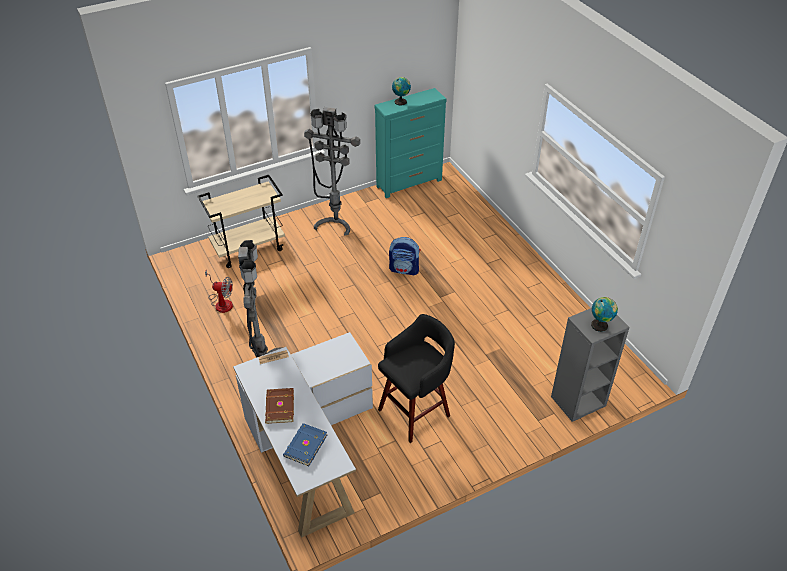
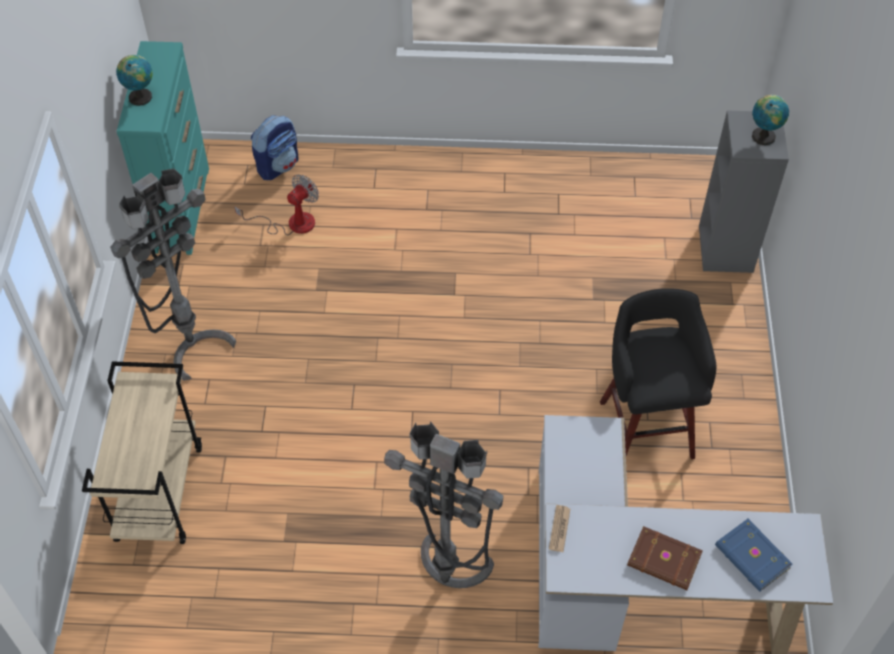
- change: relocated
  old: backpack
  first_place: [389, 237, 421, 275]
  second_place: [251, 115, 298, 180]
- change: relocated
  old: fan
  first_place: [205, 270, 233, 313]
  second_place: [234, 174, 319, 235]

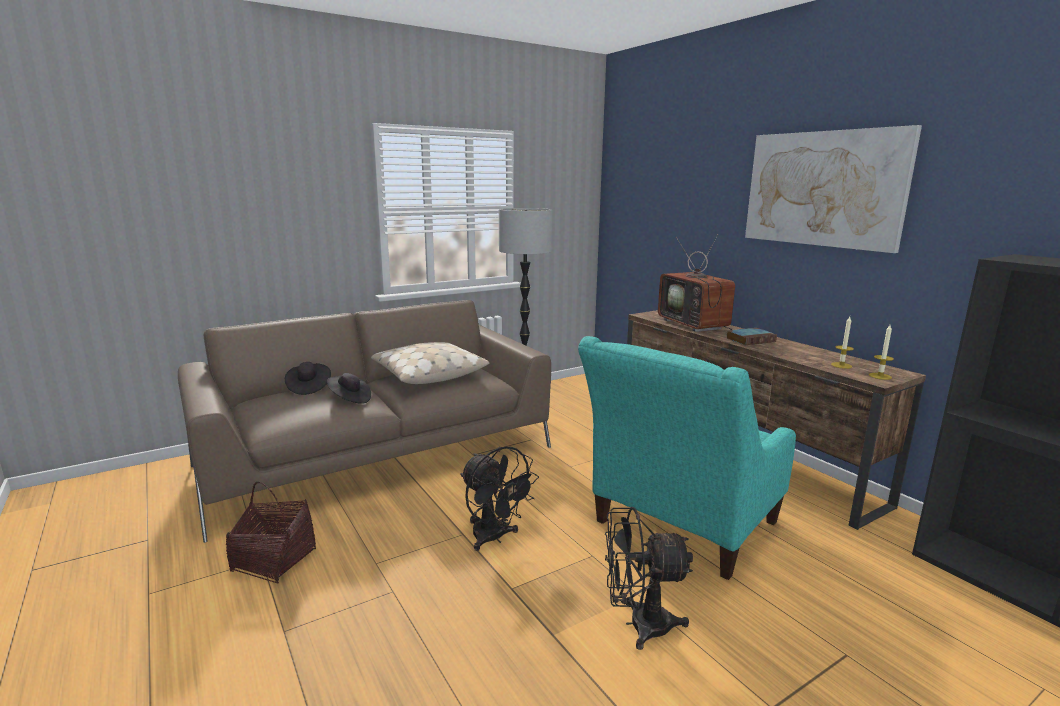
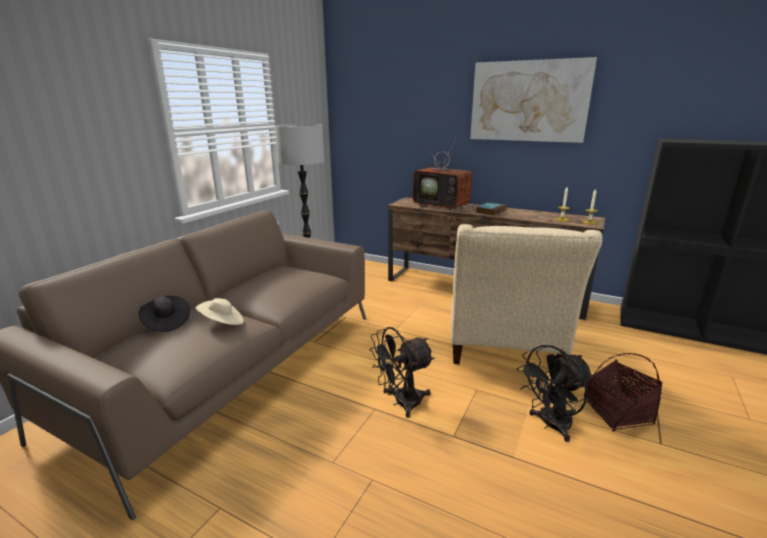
- change: colour
  old: armchair in turquoise
  new: armchair in beige
  first_place: [578, 336, 796, 580]
  second_place: [451, 224, 602, 364]
- change: missing
  old: pillow in beige
  first_place: [371, 342, 489, 384]
- change: colour
  old: hat in black
  new: hat in beige
  first_place: [327, 373, 371, 404]
  second_place: [196, 298, 244, 325]
- change: spun
  old: fan in black
  first_place: [460, 447, 539, 551]
  second_place: [369, 327, 434, 418]
  degrees: 135
- change: relocated
  old: basket
  first_place: [226, 482, 316, 584]
  second_place: [584, 353, 662, 432]

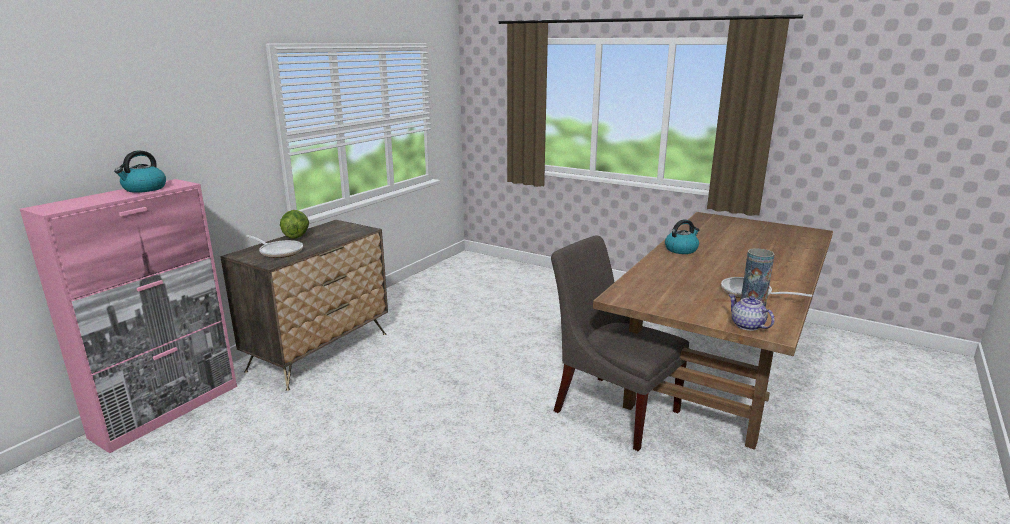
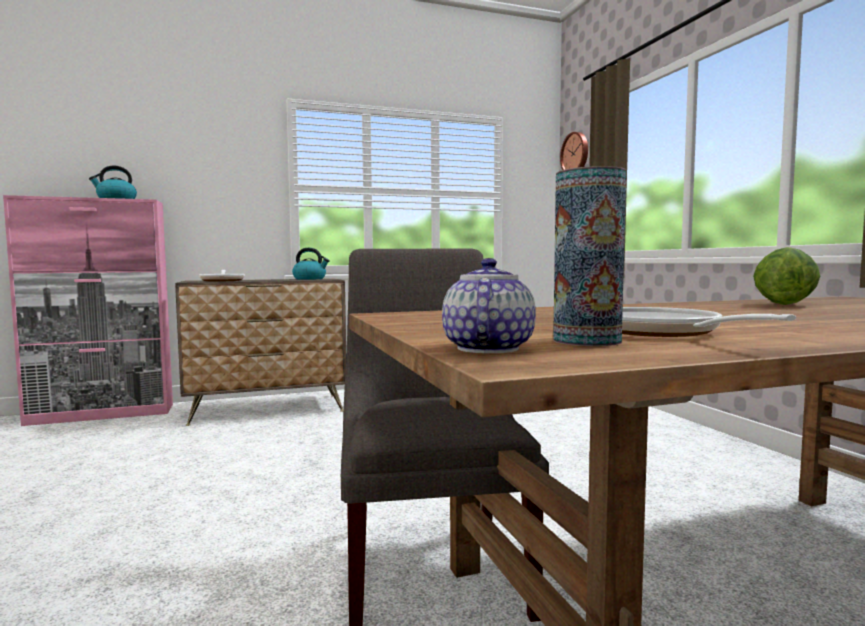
- change: relocated
  old: lettuce
  first_place: [280, 210, 309, 239]
  second_place: [753, 247, 820, 305]
- change: relocated
  old: kettle
  first_place: [665, 219, 700, 254]
  second_place: [292, 248, 330, 280]
- change: appeared
  new: wall clock
  second_place: [560, 132, 588, 170]

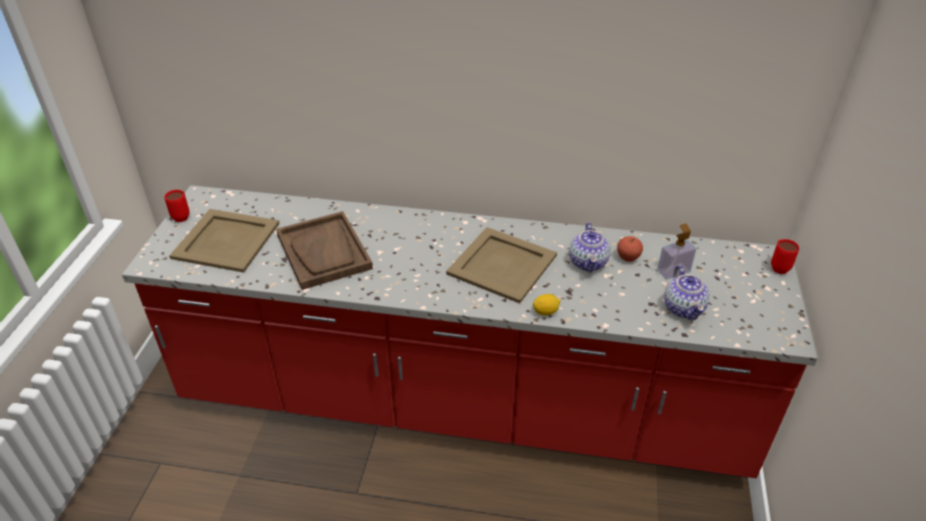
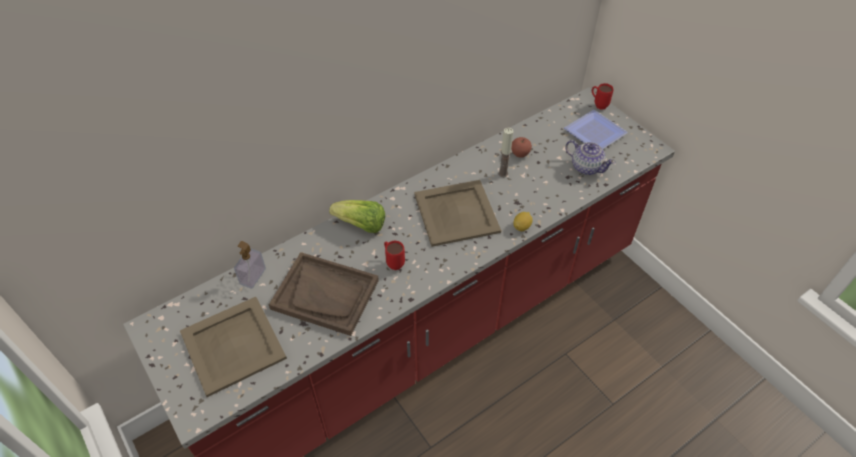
- change: relocated
  old: mug in red
  first_place: [165, 190, 190, 222]
  second_place: [384, 241, 405, 270]
- change: exchanged
  old: teapot
  new: candle
  first_place: [569, 222, 610, 273]
  second_place: [498, 128, 514, 177]
- change: relocated
  old: soap dispenser
  first_place: [657, 223, 696, 279]
  second_place: [234, 241, 266, 289]
- change: appeared
  new: plate
  second_place: [564, 110, 628, 149]
- change: appeared
  new: lettuce
  second_place: [329, 200, 385, 233]

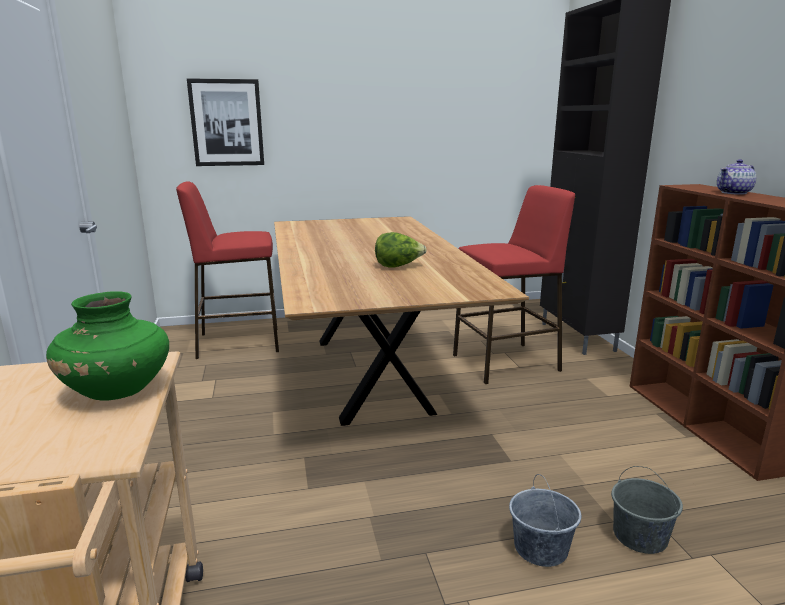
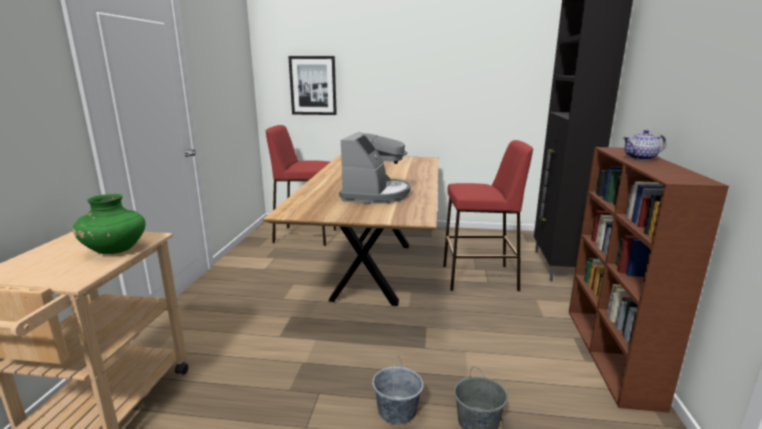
- change: exchanged
  old: lettuce
  new: coffee machine
  first_place: [375, 232, 427, 268]
  second_place: [339, 132, 410, 204]

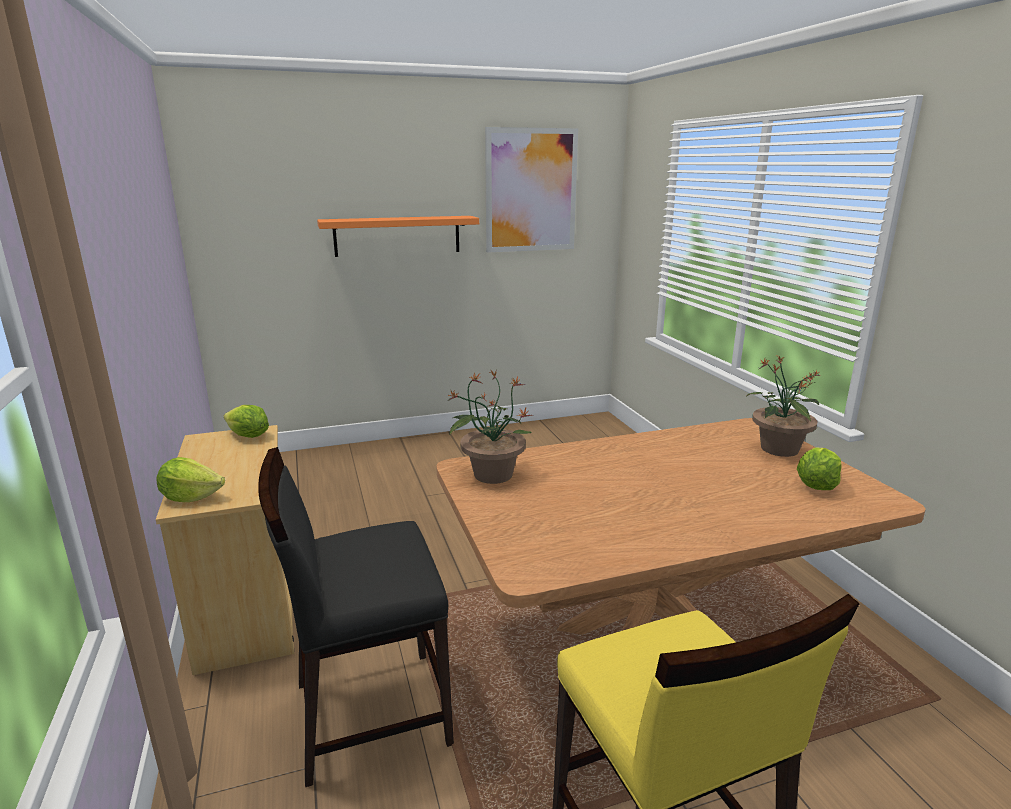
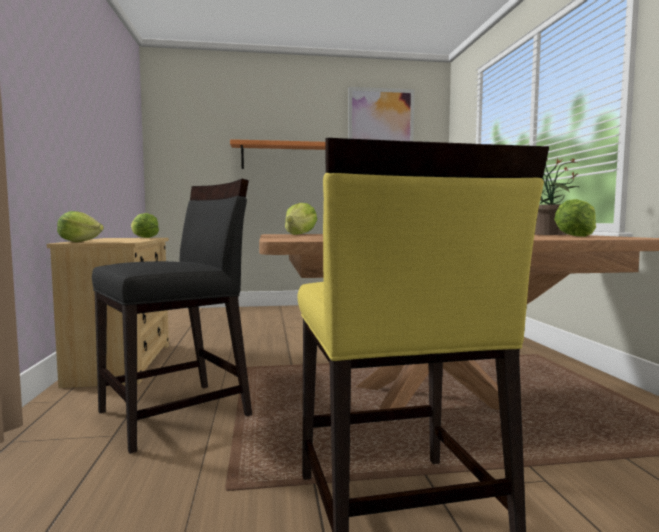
- change: exchanged
  old: potted plant
  new: lettuce
  first_place: [448, 371, 532, 484]
  second_place: [285, 203, 317, 235]
- change: spun
  old: chair in black
  first_place: [258, 447, 454, 787]
  second_place: [92, 179, 252, 454]
  degrees: 150

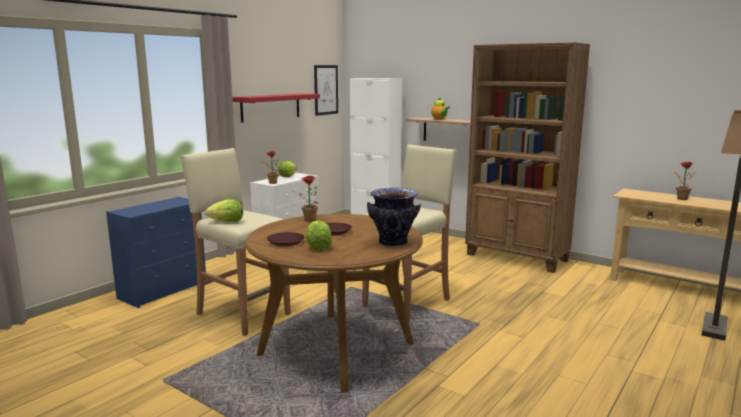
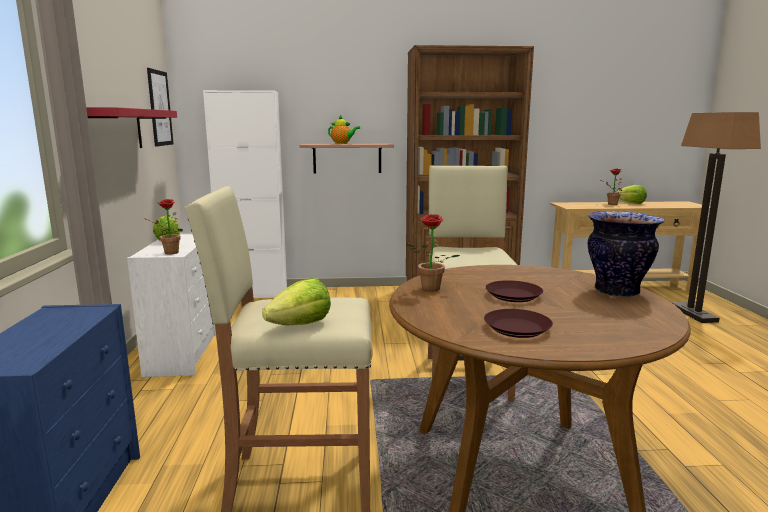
- change: relocated
  old: lettuce
  first_place: [305, 220, 332, 250]
  second_place: [615, 185, 647, 204]

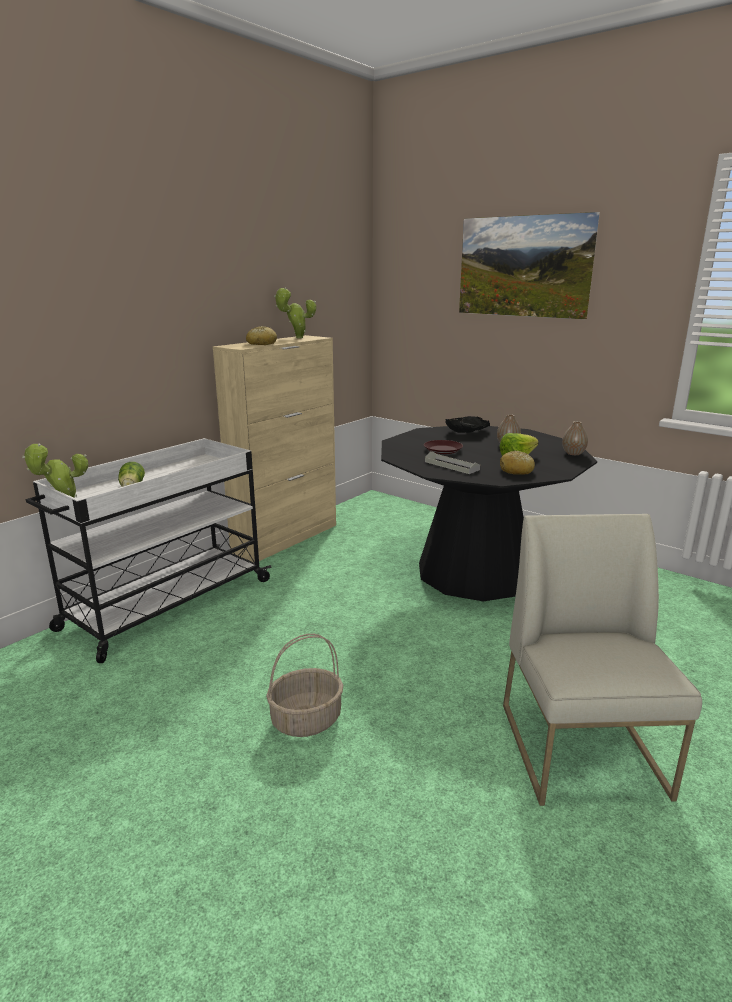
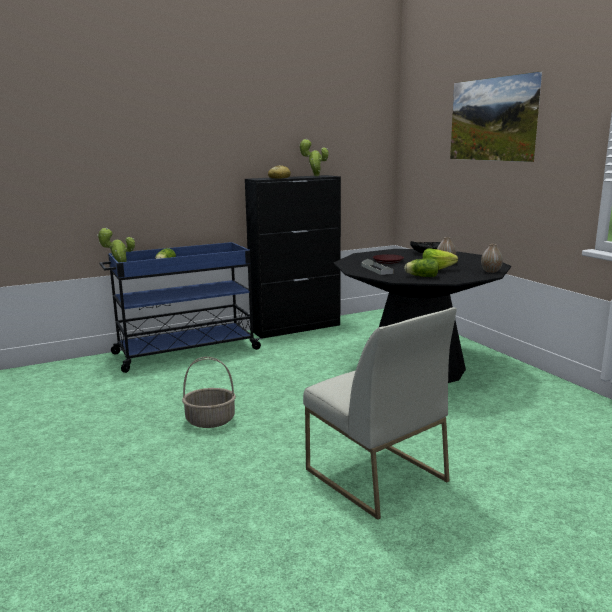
- change: colour
  old: cabinet in beige
  new: cabinet in black
  first_place: [213, 335, 336, 562]
  second_place: [245, 175, 341, 338]
- change: colour
  old: cart in white
  new: cart in blue
  first_place: [25, 438, 271, 663]
  second_place: [99, 242, 262, 373]
- change: exchanged
  old: bread
  new: lettuce
  first_place: [500, 450, 535, 475]
  second_place: [404, 258, 439, 277]
- change: spun
  old: chair in white
  first_place: [503, 514, 702, 806]
  second_place: [303, 307, 457, 520]
  degrees: 120

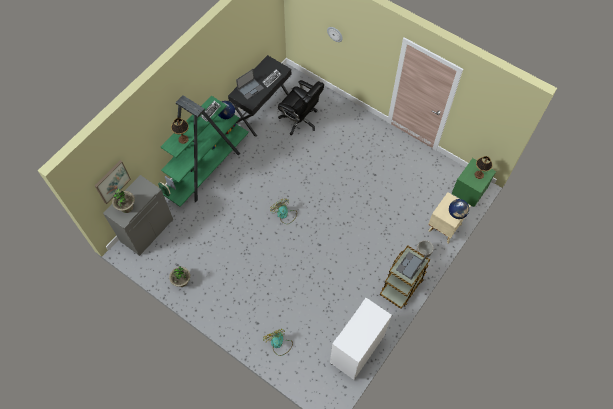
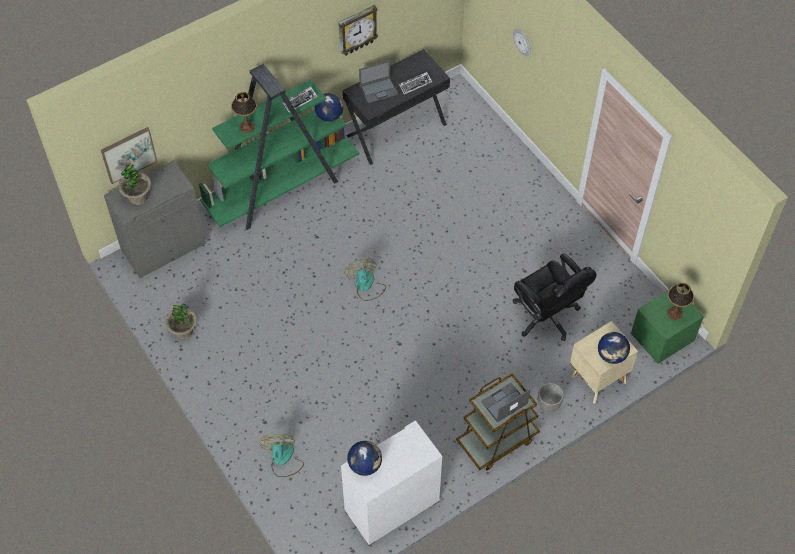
- change: relocated
  old: office chair in black
  first_place: [278, 80, 324, 135]
  second_place: [513, 253, 597, 341]
- change: appeared
  new: wall clock
  second_place: [338, 5, 378, 56]
- change: appeared
  new: globe
  second_place: [347, 441, 382, 476]

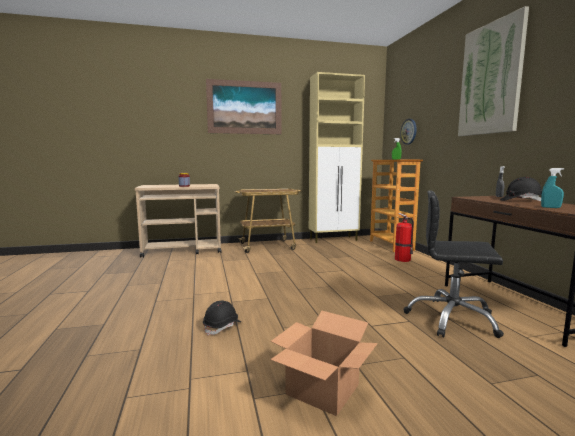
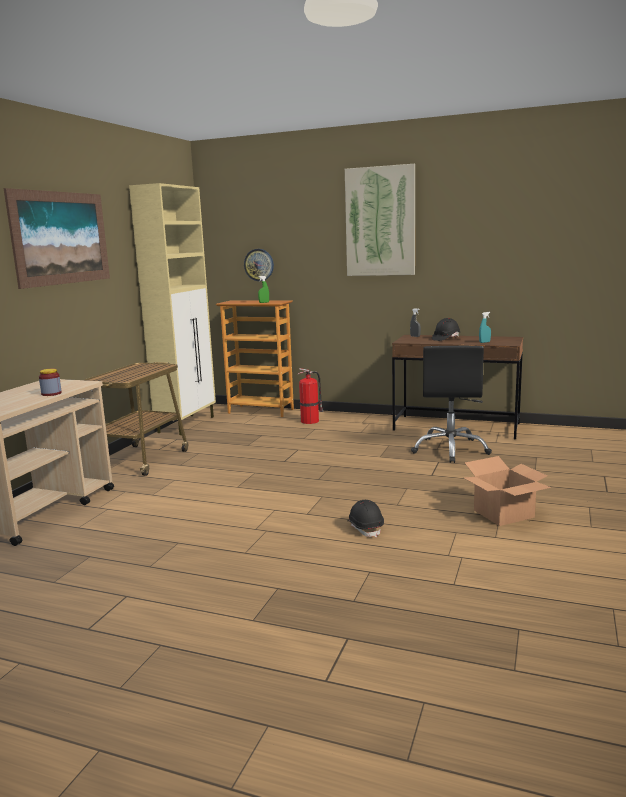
- change: spun
  old: office chair in black
  first_place: [404, 190, 504, 338]
  second_place: [411, 346, 492, 463]
  degrees: -45

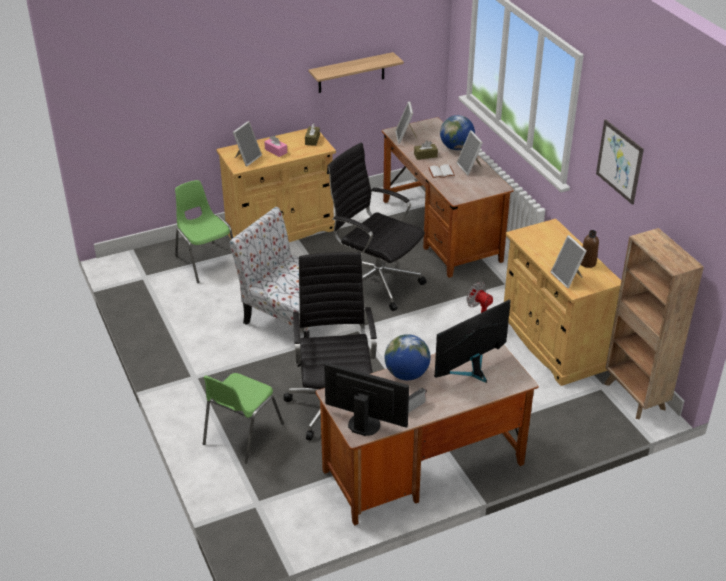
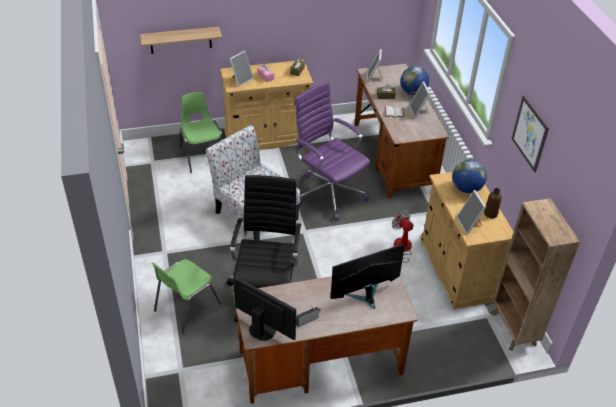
- change: relocated
  old: shelf
  first_place: [309, 52, 404, 93]
  second_place: [140, 27, 222, 54]
- change: colour
  old: office chair in black
  new: office chair in purple
  first_place: [327, 143, 427, 311]
  second_place: [294, 81, 370, 221]
- change: relocated
  old: globe
  first_place: [385, 334, 431, 380]
  second_place: [452, 159, 487, 193]

